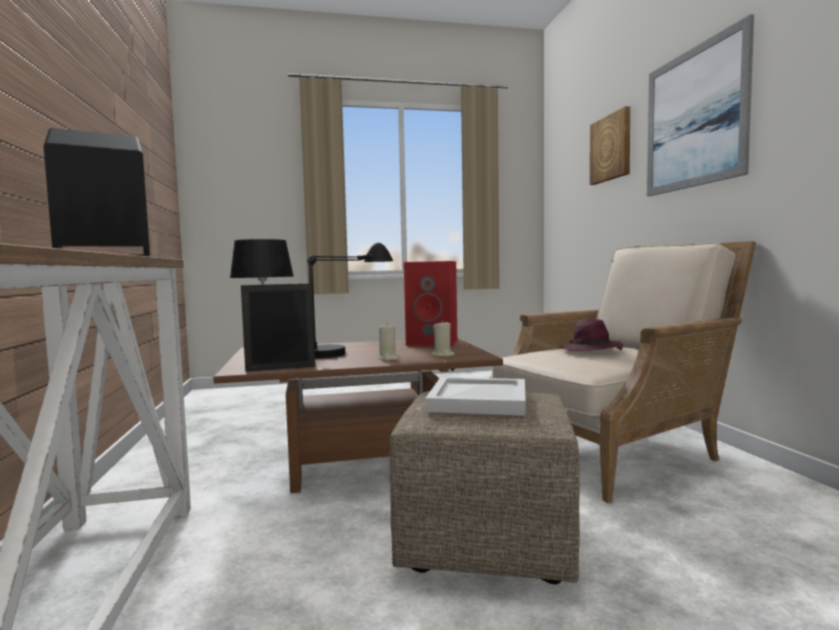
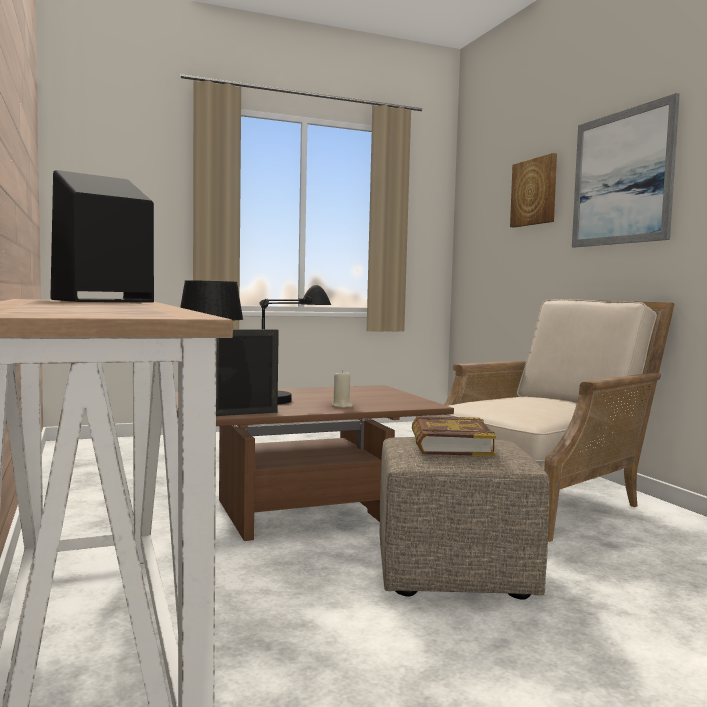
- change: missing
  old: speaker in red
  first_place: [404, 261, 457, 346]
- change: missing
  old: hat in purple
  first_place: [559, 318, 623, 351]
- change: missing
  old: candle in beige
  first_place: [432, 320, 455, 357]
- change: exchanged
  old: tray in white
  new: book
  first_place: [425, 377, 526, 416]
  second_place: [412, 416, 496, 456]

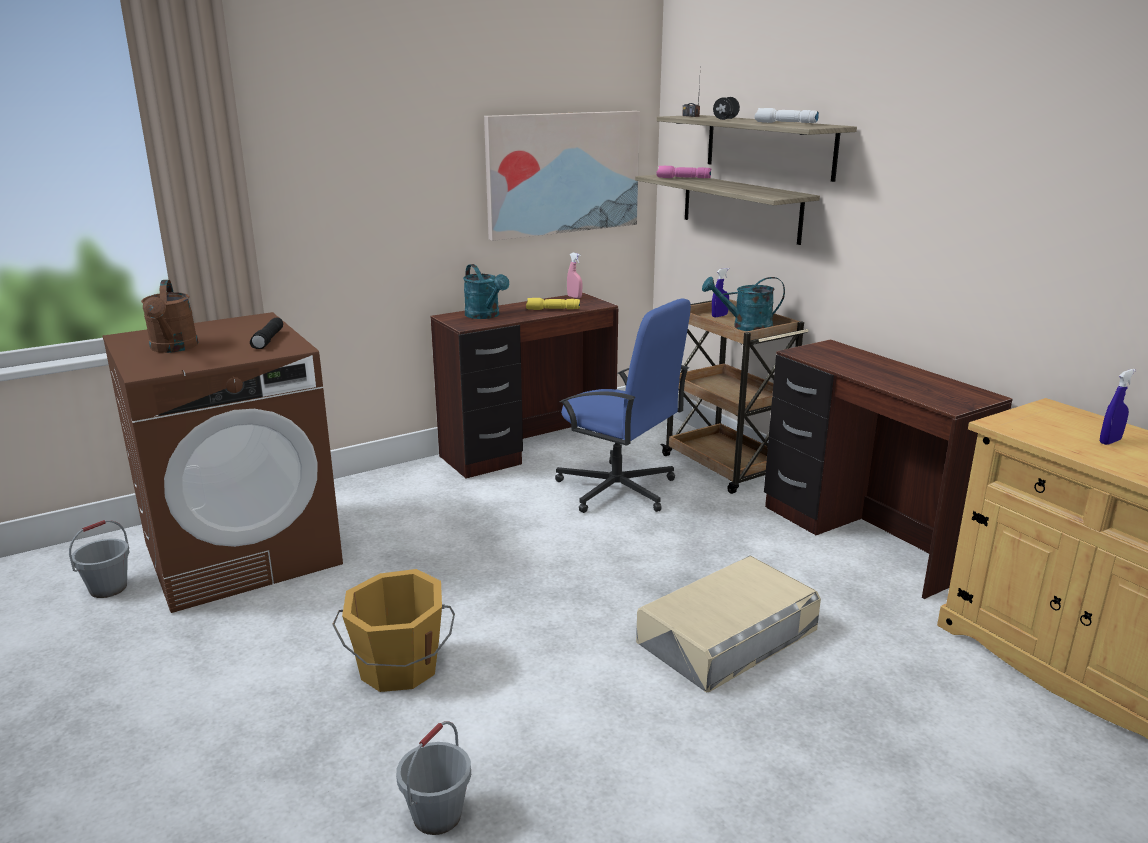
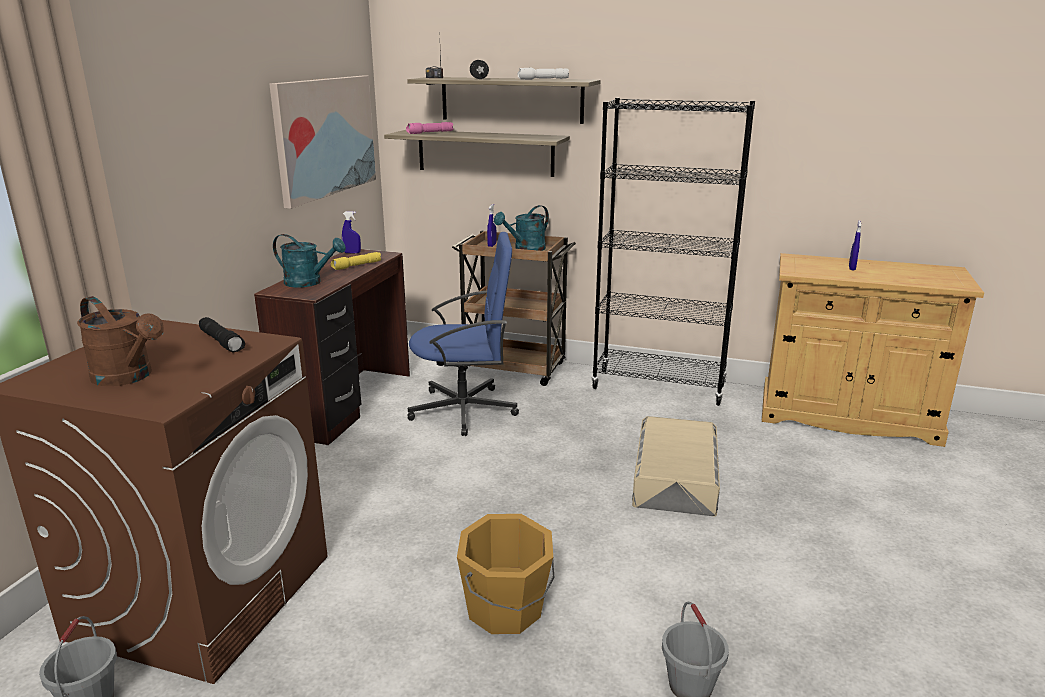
- change: colour
  old: spray bottle in pink
  new: spray bottle in blue
  first_place: [567, 253, 582, 298]
  second_place: [342, 211, 361, 254]
- change: exchanged
  old: desk in brown
  new: bookcase in black
  first_place: [764, 339, 1013, 599]
  second_place: [591, 98, 755, 406]

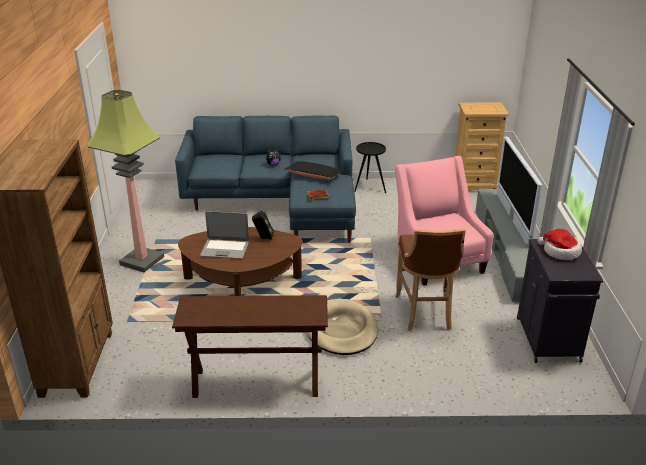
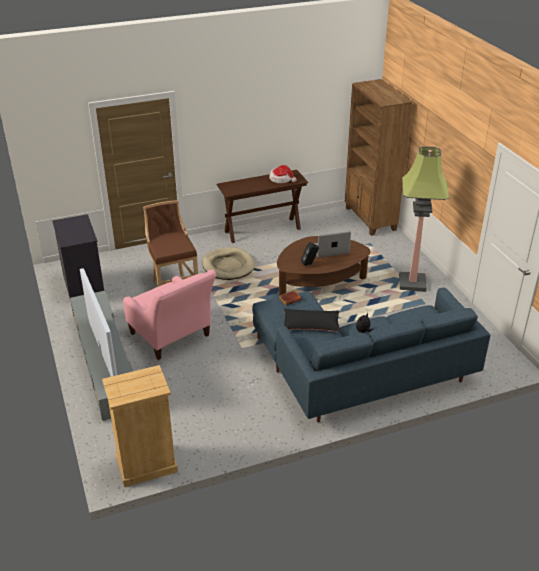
- change: missing
  old: side table in black
  first_place: [354, 142, 386, 193]
- change: relocated
  old: hat
  first_place: [538, 229, 582, 260]
  second_place: [269, 165, 297, 183]

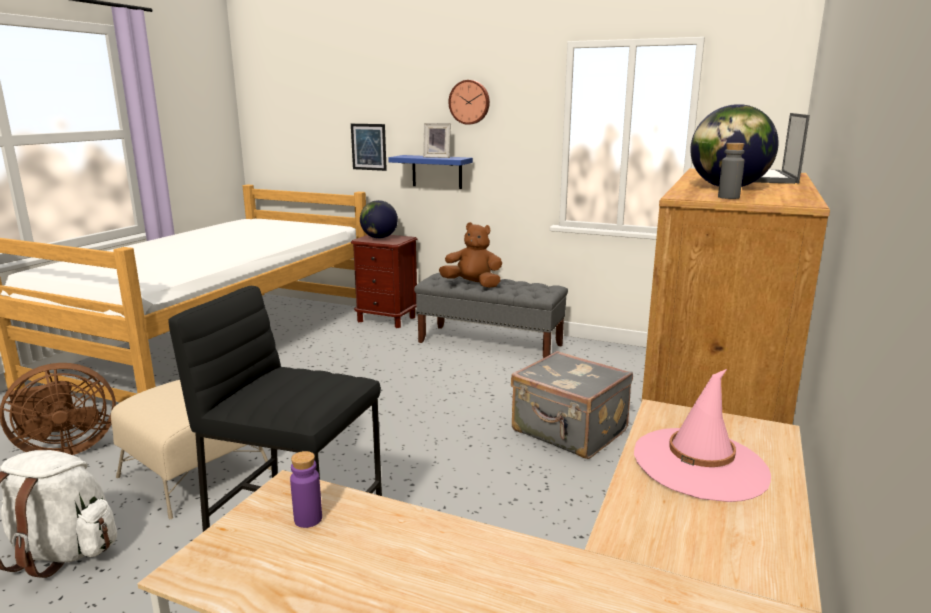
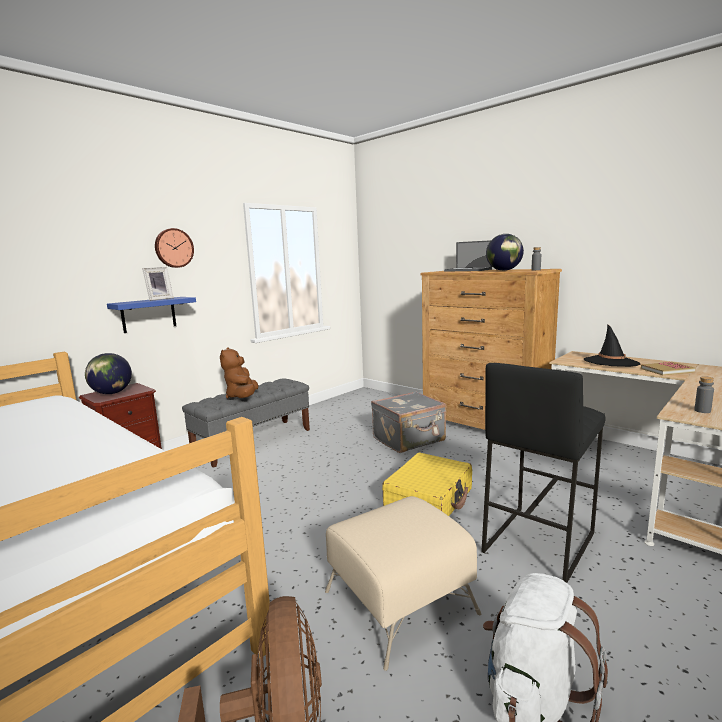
- change: missing
  old: picture
  first_place: [351, 124, 387, 171]
- change: spun
  old: plush toy in brown
  first_place: [439, 222, 502, 288]
  second_place: [220, 348, 258, 399]
  degrees: -45
- change: colour
  old: hat in pink
  new: hat in black
  first_place: [634, 369, 771, 502]
  second_place: [584, 324, 640, 367]
- change: colour
  old: bottle in purple
  new: bottle in grey
  first_place: [290, 451, 322, 528]
  second_place: [694, 376, 714, 413]
- change: appeared
  new: book
  second_place: [641, 362, 695, 375]
- change: appeared
  new: suitcase in yellow
  second_place: [382, 453, 472, 516]

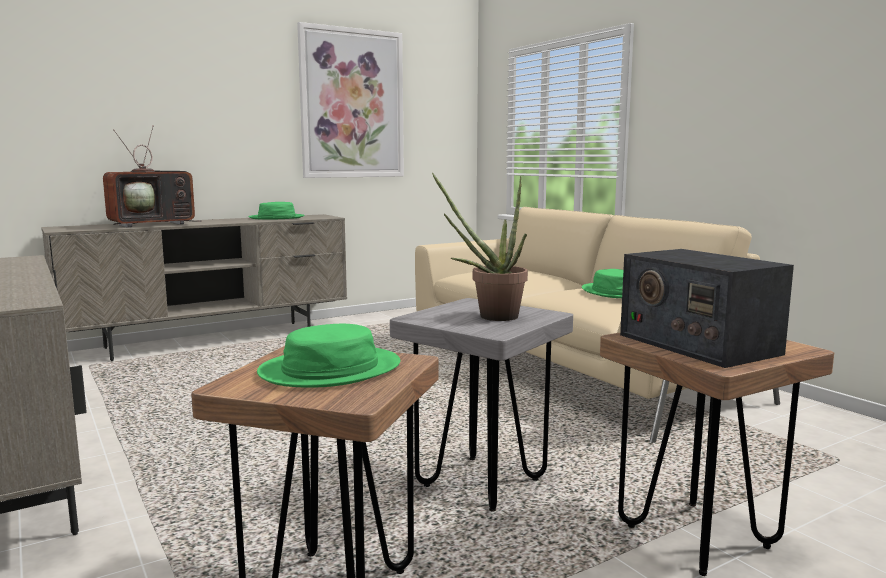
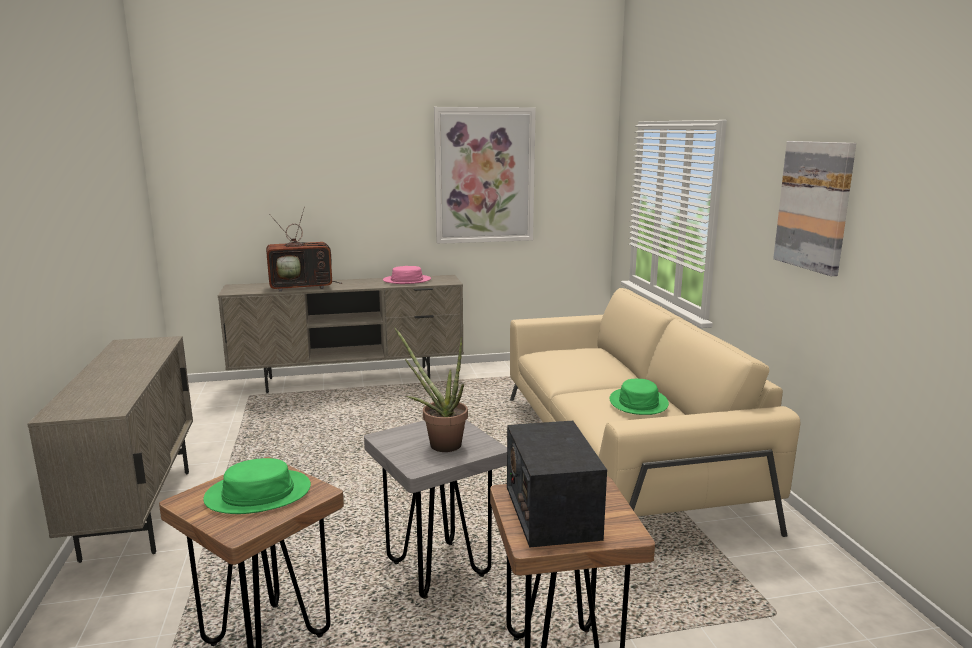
- change: colour
  old: hat in green
  new: hat in pink
  first_place: [248, 202, 305, 220]
  second_place: [383, 266, 431, 284]
- change: appeared
  new: picture
  second_place: [773, 141, 856, 276]

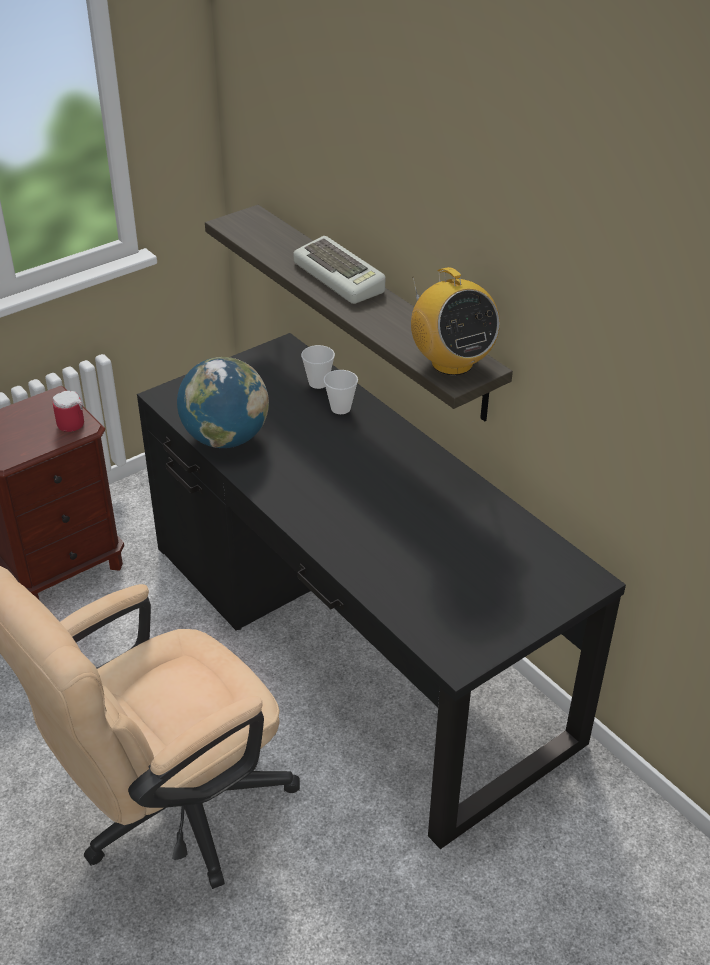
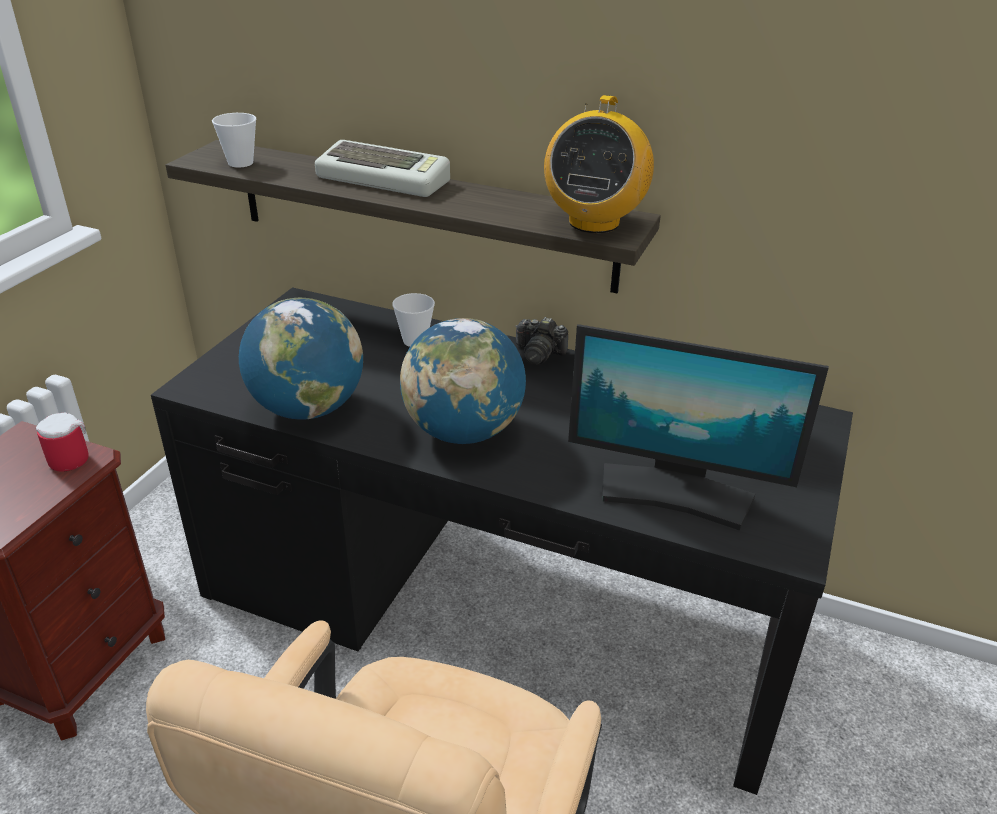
- change: spun
  old: radio
  first_place: [411, 267, 500, 375]
  second_place: [544, 95, 654, 233]
  degrees: 75
- change: relocated
  old: cup
  first_place: [301, 345, 335, 389]
  second_place: [212, 113, 256, 168]
- change: appeared
  new: photo camera
  second_place: [515, 317, 568, 365]
- change: appeared
  new: globe
  second_place: [400, 318, 526, 444]
- change: appeared
  new: monitor
  second_place: [568, 324, 829, 531]

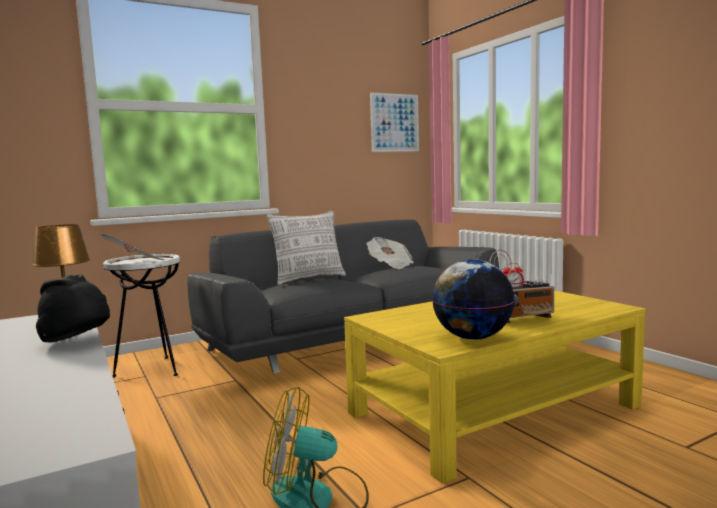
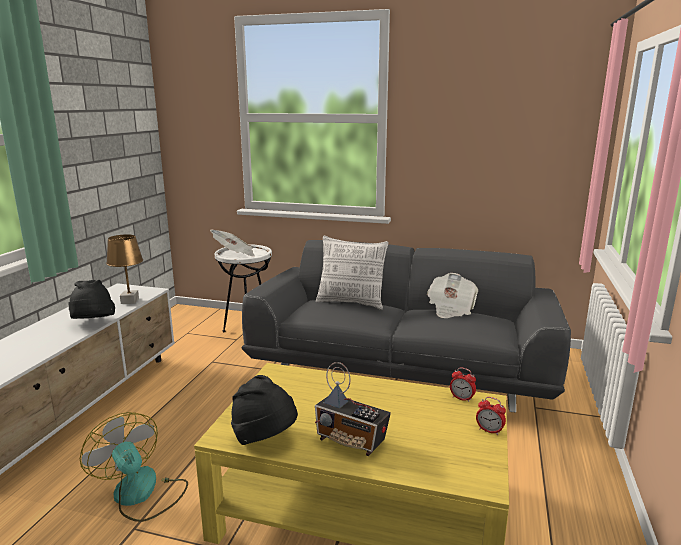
- change: missing
  old: picture
  first_place: [370, 92, 419, 152]
- change: exchanged
  old: globe
  new: hat in black
  first_place: [432, 259, 515, 340]
  second_place: [231, 375, 298, 445]
- change: appeared
  new: alarm clock
  second_place: [476, 397, 506, 435]

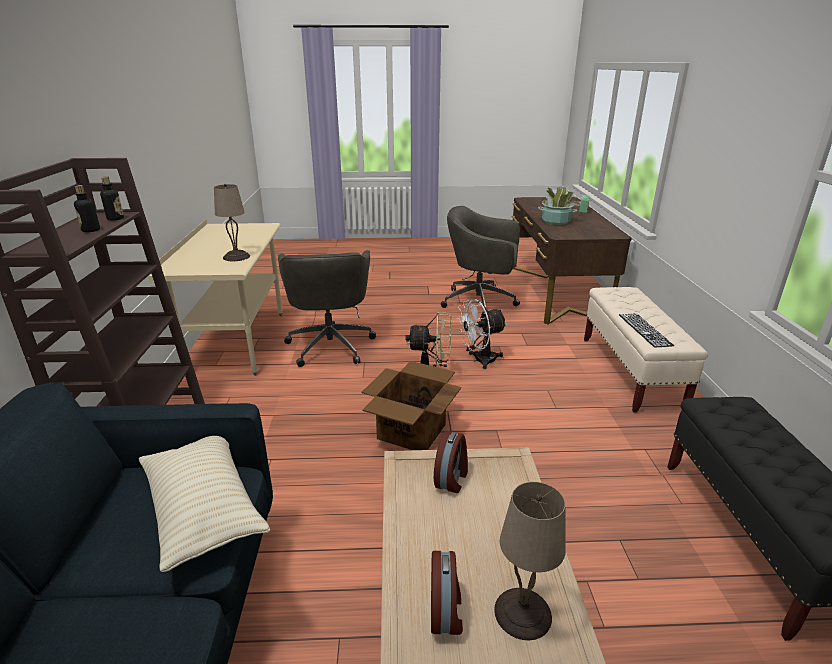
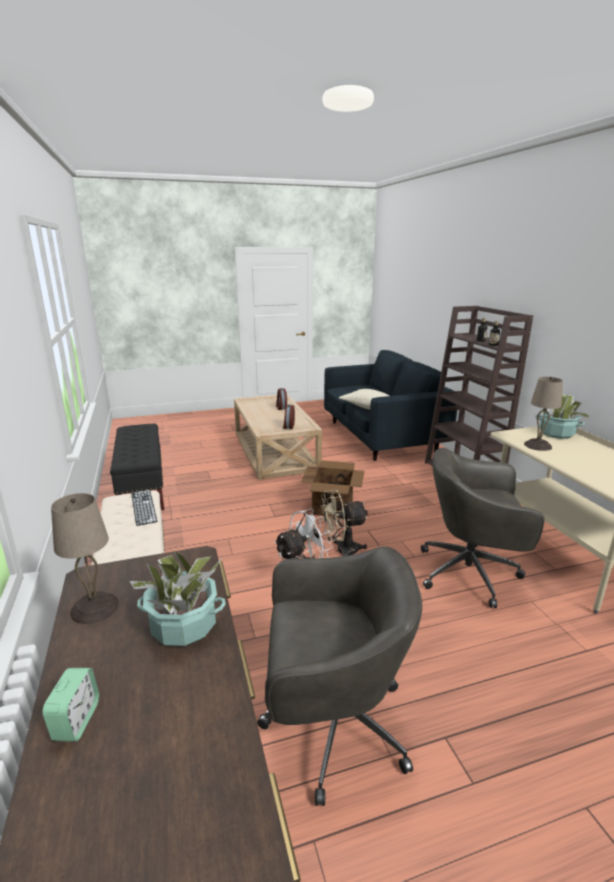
- change: spun
  old: office chair in grey
  first_place: [278, 250, 376, 367]
  second_place: [421, 448, 545, 608]
  degrees: -60
- change: relocated
  old: table lamp in beige
  first_place: [494, 482, 566, 640]
  second_place: [51, 493, 119, 624]
- change: appeared
  new: potted plant
  second_place: [535, 394, 591, 439]

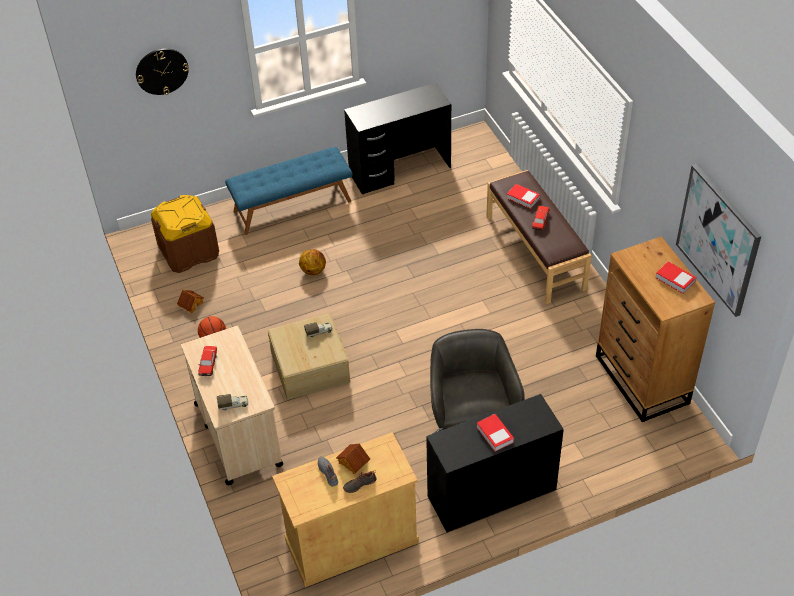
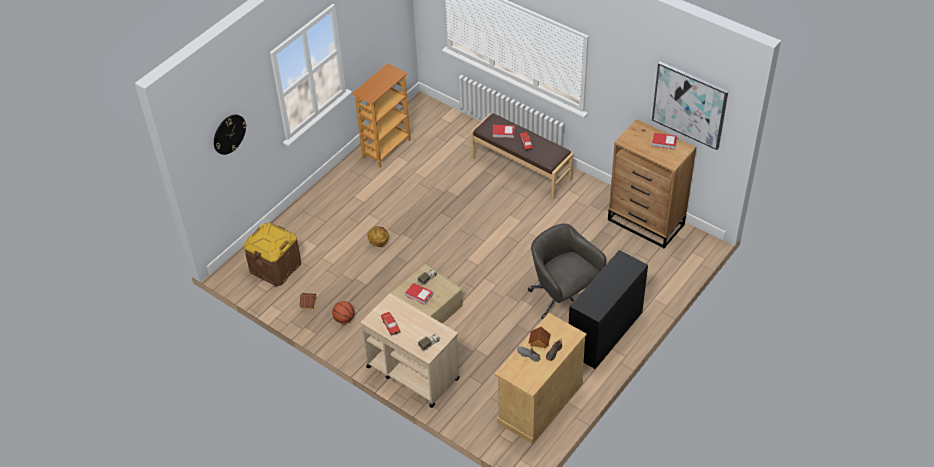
- change: exchanged
  old: desk in black
  new: bookcase
  first_place: [344, 83, 451, 194]
  second_place: [352, 63, 410, 168]
- change: missing
  old: bench in blue
  first_place: [225, 147, 353, 235]
- change: relocated
  old: book
  first_place: [477, 414, 514, 451]
  second_place: [405, 283, 433, 305]

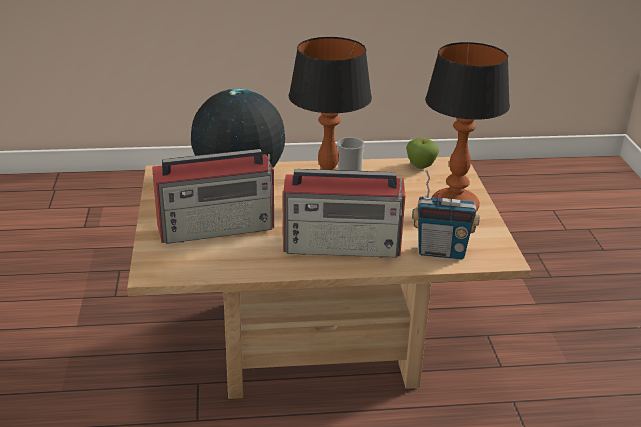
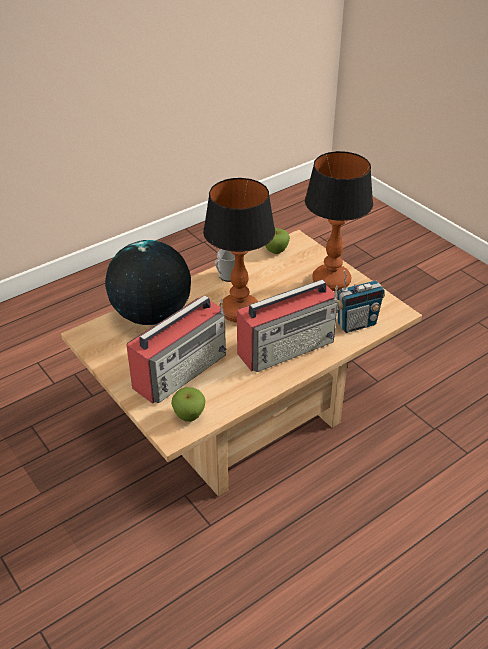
- change: appeared
  new: apple
  second_place: [171, 387, 206, 422]

